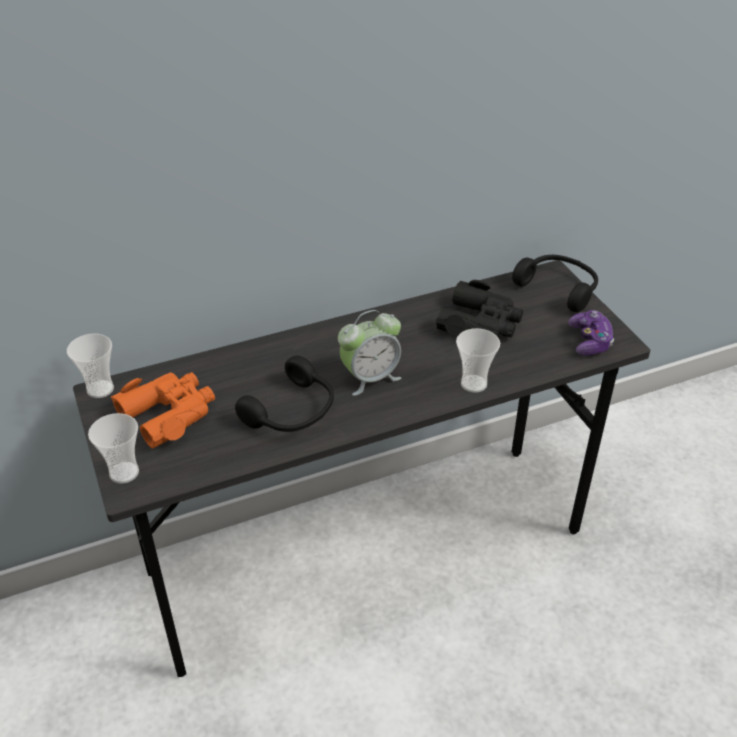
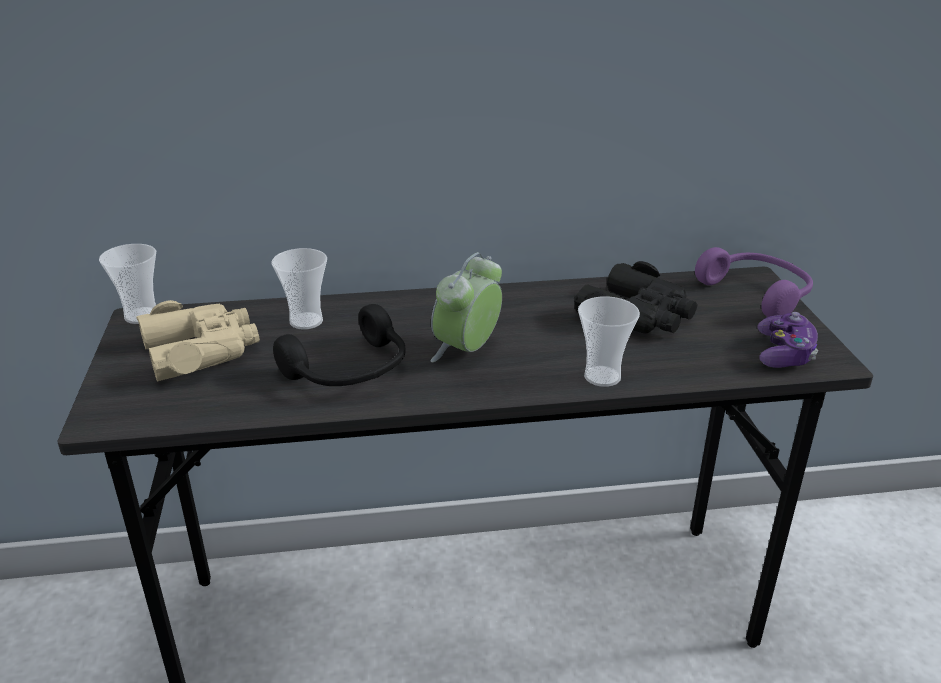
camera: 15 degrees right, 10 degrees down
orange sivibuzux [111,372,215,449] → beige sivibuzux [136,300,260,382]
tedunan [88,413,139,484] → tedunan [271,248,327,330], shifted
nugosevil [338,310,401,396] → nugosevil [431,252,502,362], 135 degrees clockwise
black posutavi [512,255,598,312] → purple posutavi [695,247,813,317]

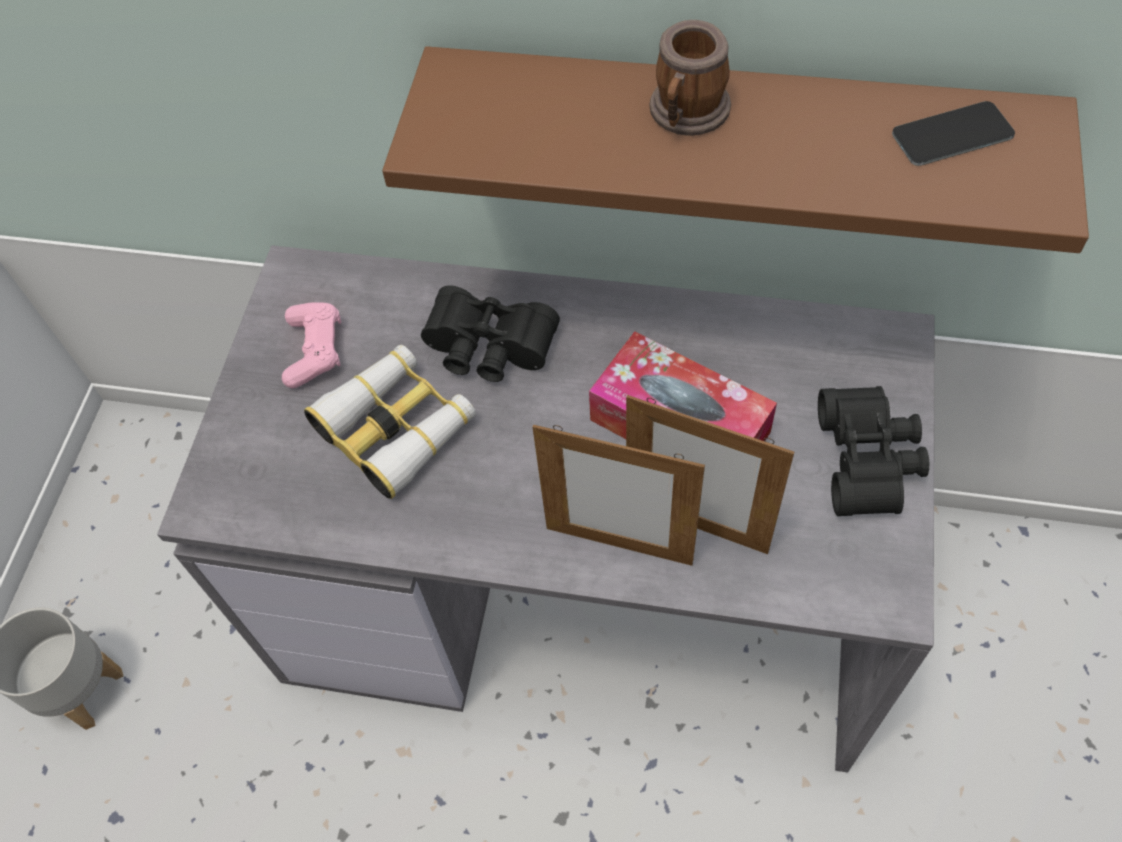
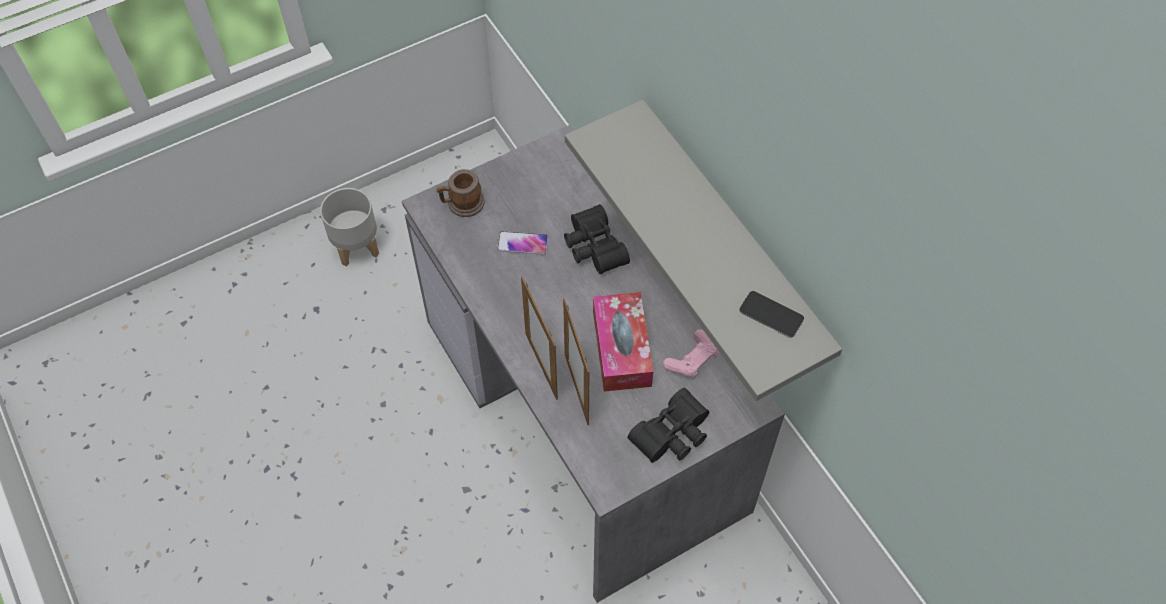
camera: 45 degrees right, 0 degrees up
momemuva [650,20,731,136] → momemuva [436,169,485,217], shifted
sivibuzux [304,345,476,499] → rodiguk [497,231,548,255]
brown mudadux [382,46,1089,253] → grey mudadux [565,99,842,401]
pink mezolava [282,302,341,388] → pink mezolava [663,329,719,379], shifted

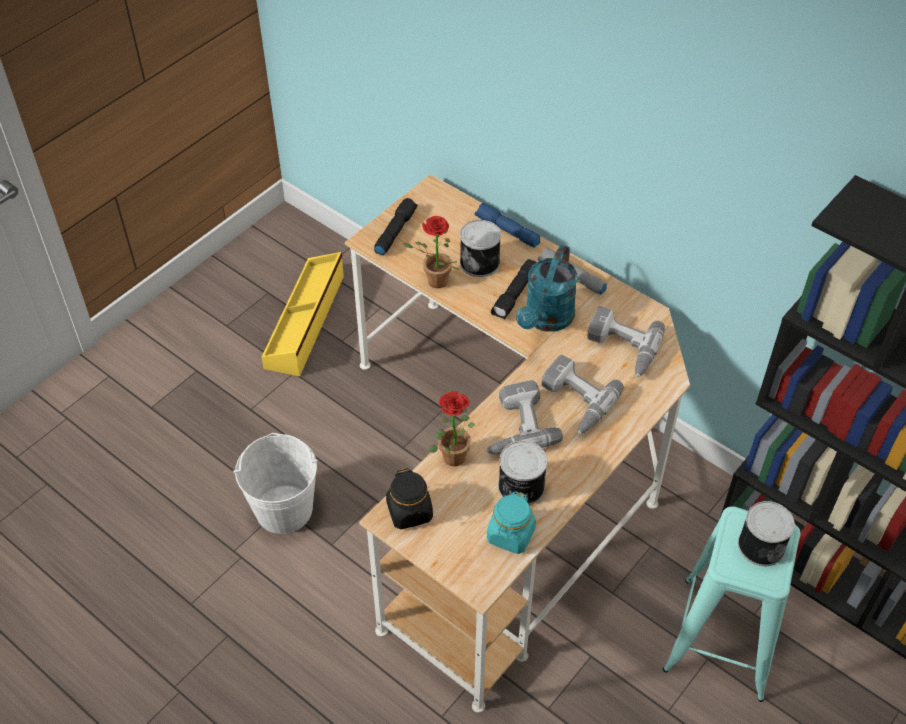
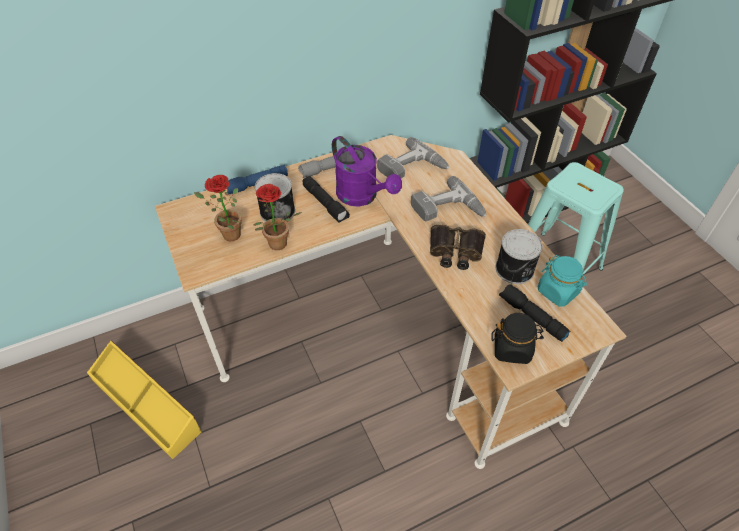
camera: 65 degrees left, 0 degrees up
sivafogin [429,390,475,466] → sivafogin [194,175,242,241], shifted
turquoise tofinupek [516,245,577,332] → purple tofinupek [332,136,402,207]
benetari [486,380,563,454] → sivibuzux [430,225,486,270]
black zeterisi [374,198,417,255] → black zeterisi [499,284,570,342], shifted
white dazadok [233,433,317,534] → -
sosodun [738,501,795,566] → -

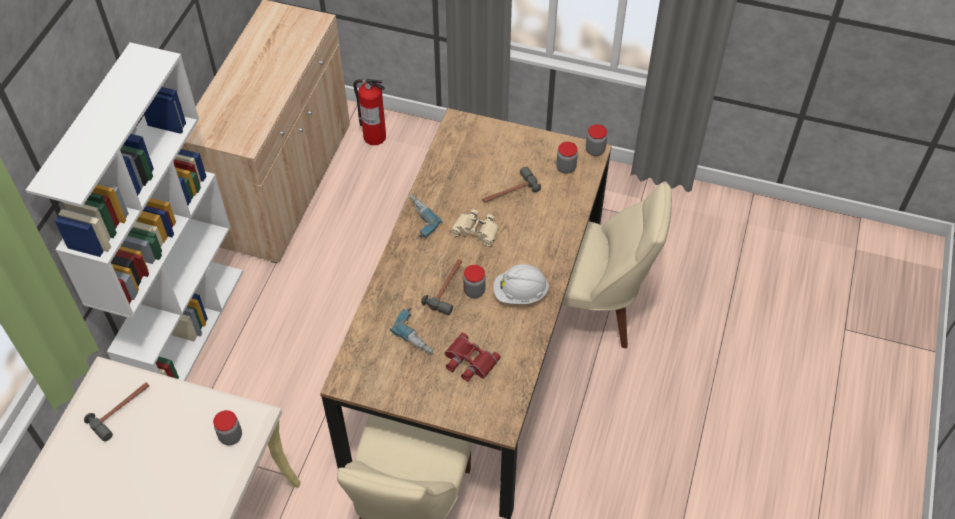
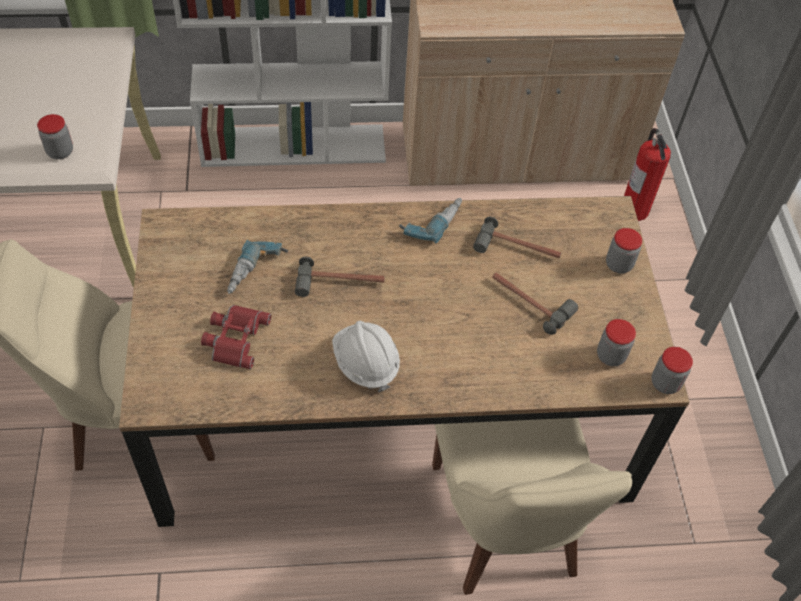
camera: 65 degrees right, 0 degrees up
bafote [84,382,149,442] → bafote [473,217,561,258], shifted
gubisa [463,265,486,298] → gubisa [606,228,642,274], shifted
beige sivibuzux [450,209,499,247] → -

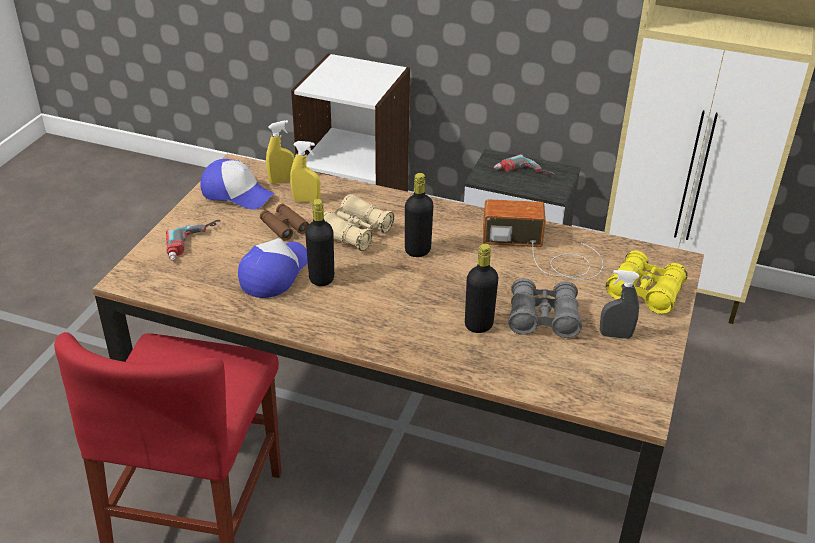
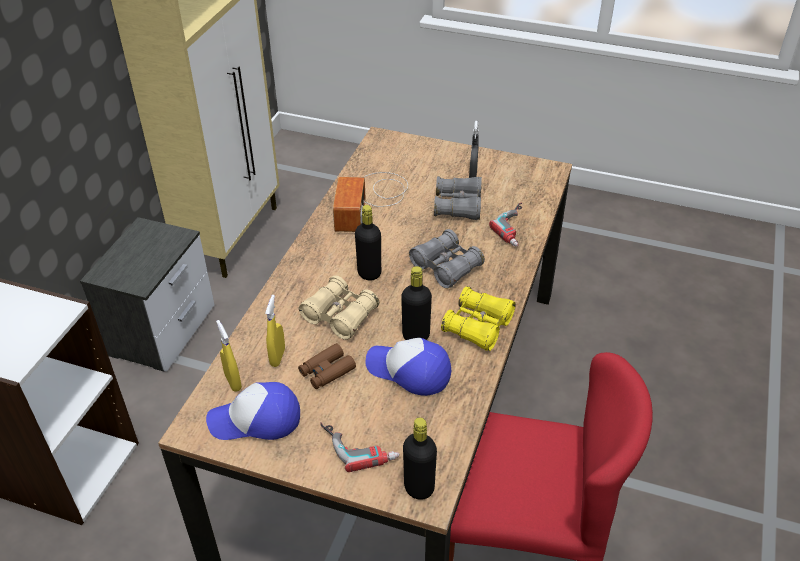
camera: 90 degrees left, 5 degrees up
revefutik [200,159,274,210] → revefutik [206,382,300,440], 120 degrees counterclockwise
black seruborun [465,244,499,333] → black seruborun [403,418,437,500], shifted
- → grey sivibuzux [409,229,485,288]
yellow sivibuzux [606,250,688,314] → yellow sivibuzux [441,286,516,351], shifted
benetari [494,154,554,175] → benetari [489,203,522,247], shifted

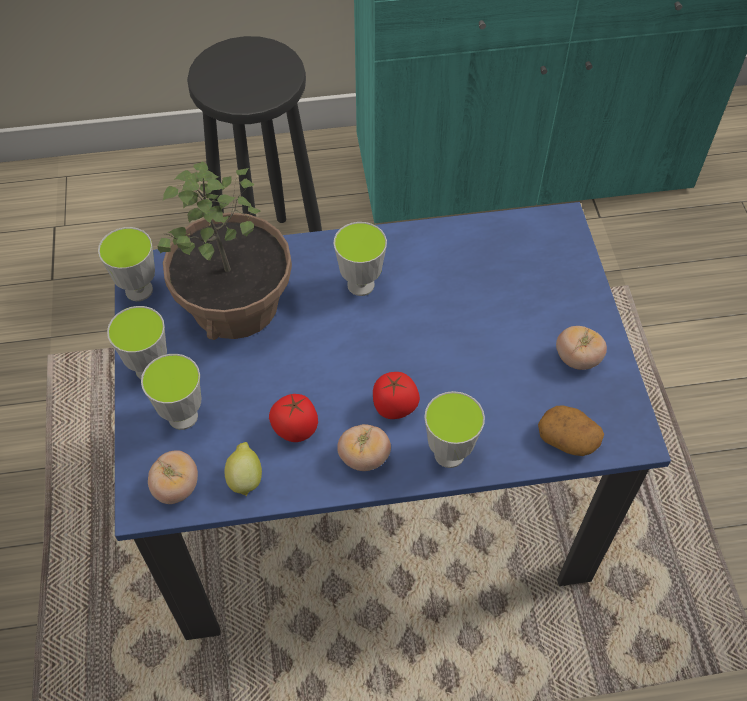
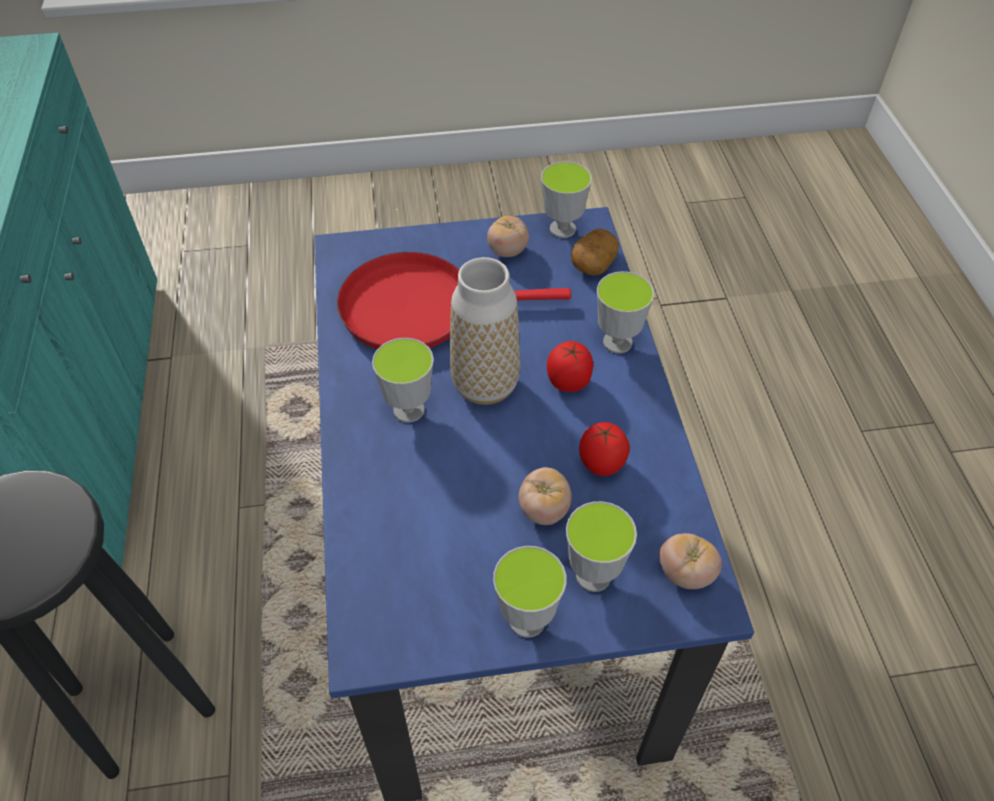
camera: 90 degrees left, 5 degrees down
- → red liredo [337,252,571,349]
- → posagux [450,257,520,405]
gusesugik [337,424,391,471] → gusesugik [519,467,571,525], shifted
tedunan [98,227,155,301] → tedunan [541,161,592,238], shifted
sivafogin [158,162,292,340] → -
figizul [224,442,262,496] → -

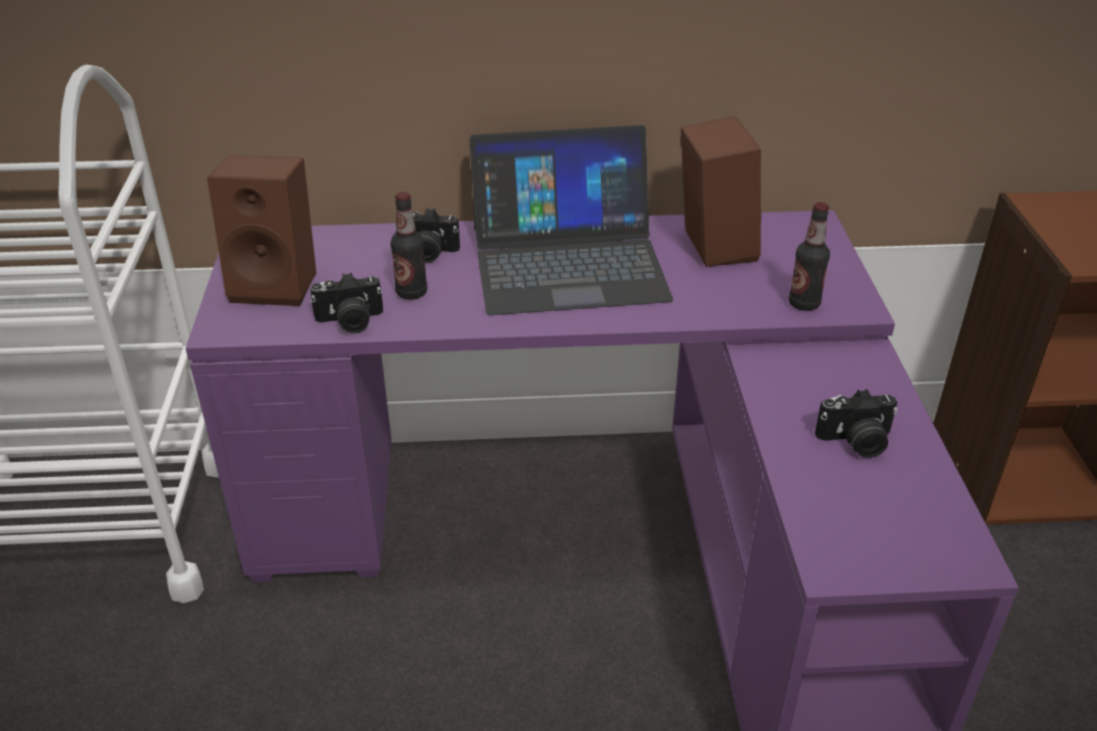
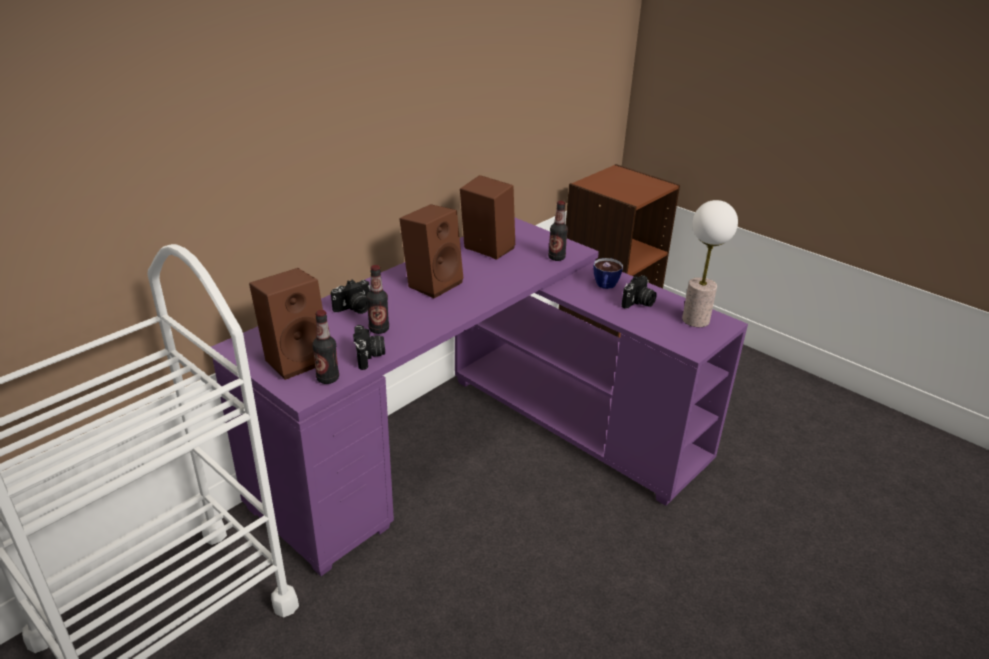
camera: 45 degrees left, 5 degrees down
- → seruborun [312,310,339,384]
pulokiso [310,272,383,333] → pulokiso [353,325,385,370], 45 degrees counterclockwise
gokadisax [469,125,673,315] → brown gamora [400,204,463,298]
- → tedunan [593,258,623,289]
- → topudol [682,200,738,327]

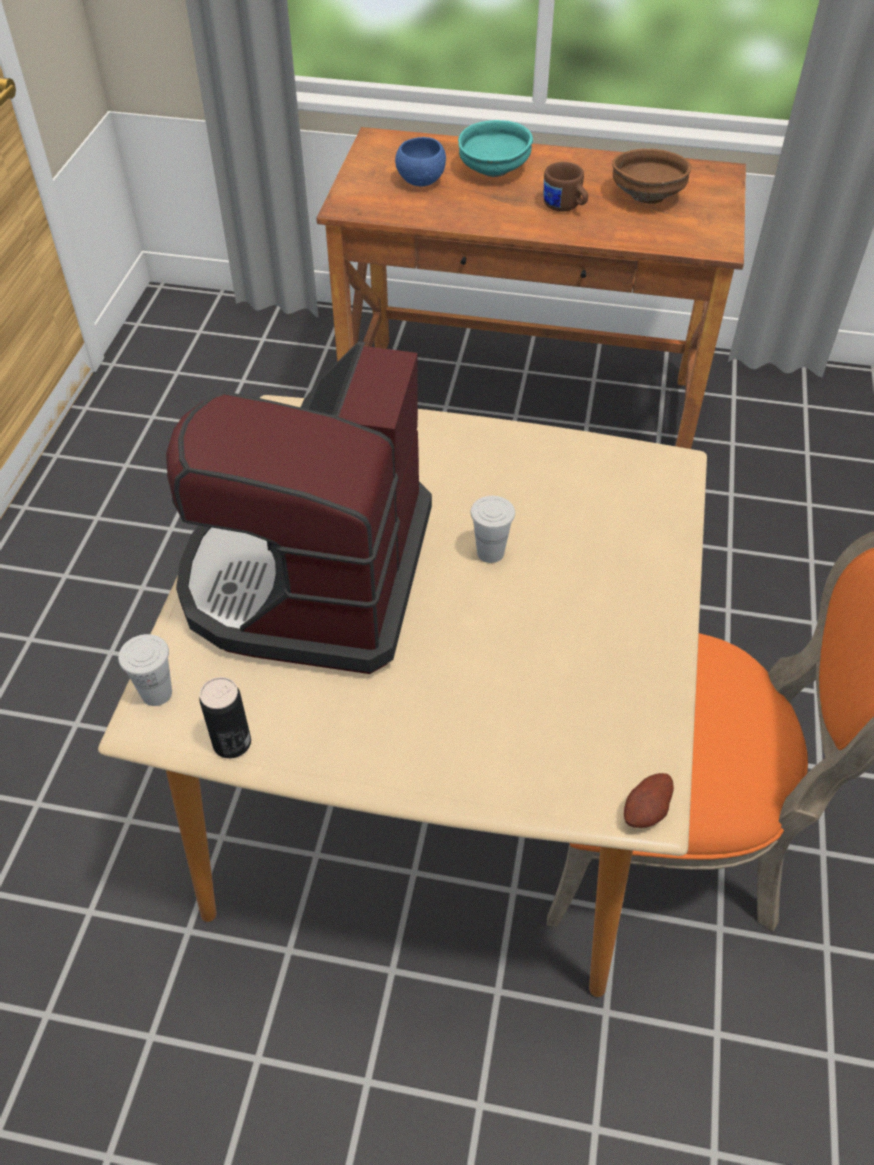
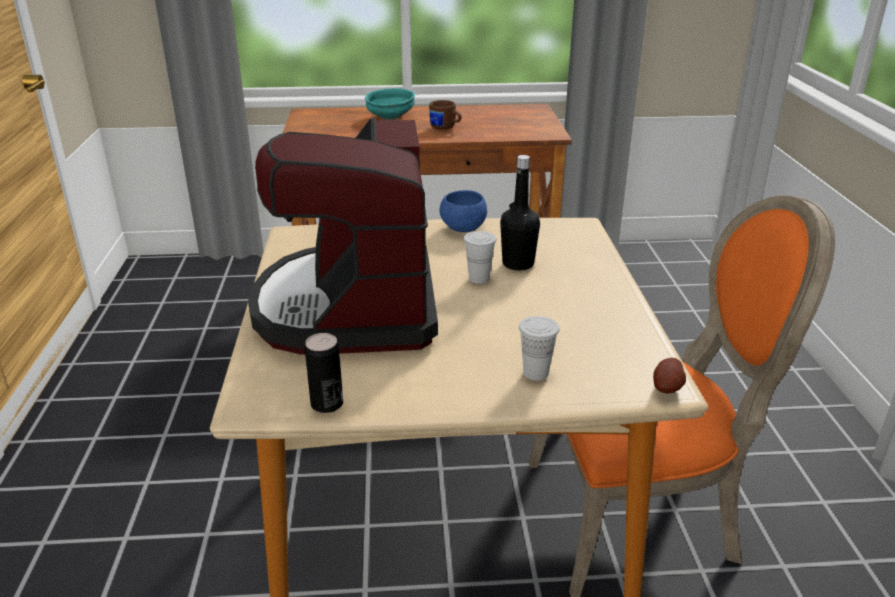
camera: 15 degrees left, 20 degrees down
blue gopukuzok [395,137,446,186] → blue gopukuzok [440,190,487,232], shifted
- → black seruborun [500,155,540,271]
white tedunan [118,634,172,706] → white tedunan [519,316,560,381], shifted
brown gopukuzok [612,149,691,204] → -

